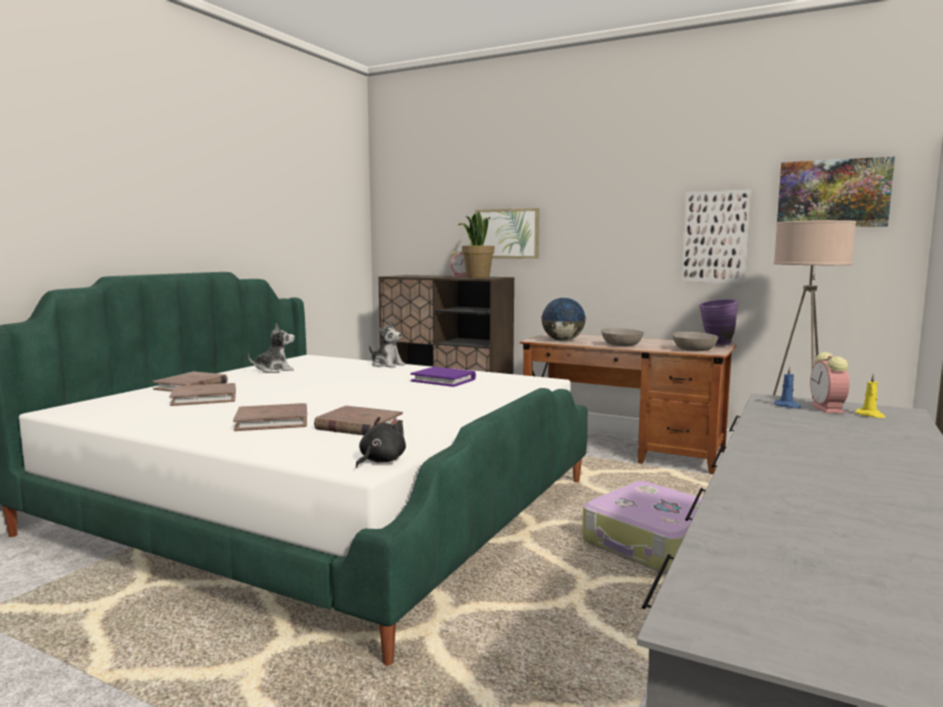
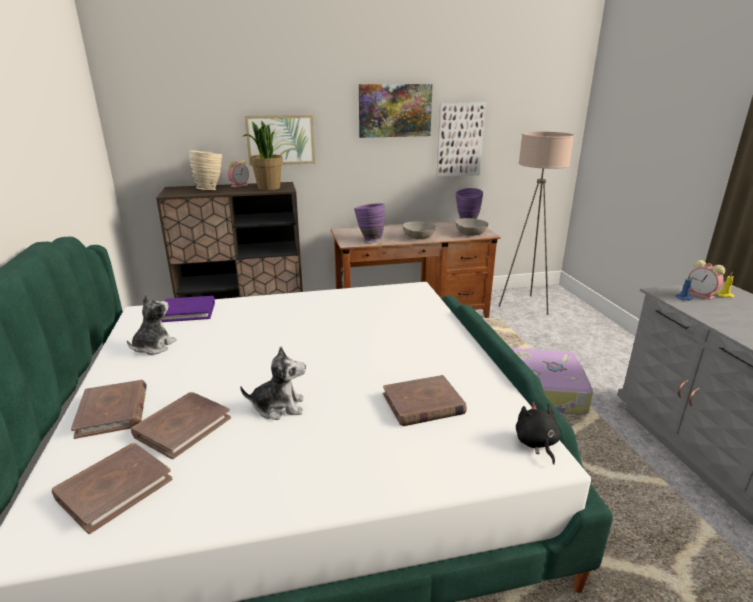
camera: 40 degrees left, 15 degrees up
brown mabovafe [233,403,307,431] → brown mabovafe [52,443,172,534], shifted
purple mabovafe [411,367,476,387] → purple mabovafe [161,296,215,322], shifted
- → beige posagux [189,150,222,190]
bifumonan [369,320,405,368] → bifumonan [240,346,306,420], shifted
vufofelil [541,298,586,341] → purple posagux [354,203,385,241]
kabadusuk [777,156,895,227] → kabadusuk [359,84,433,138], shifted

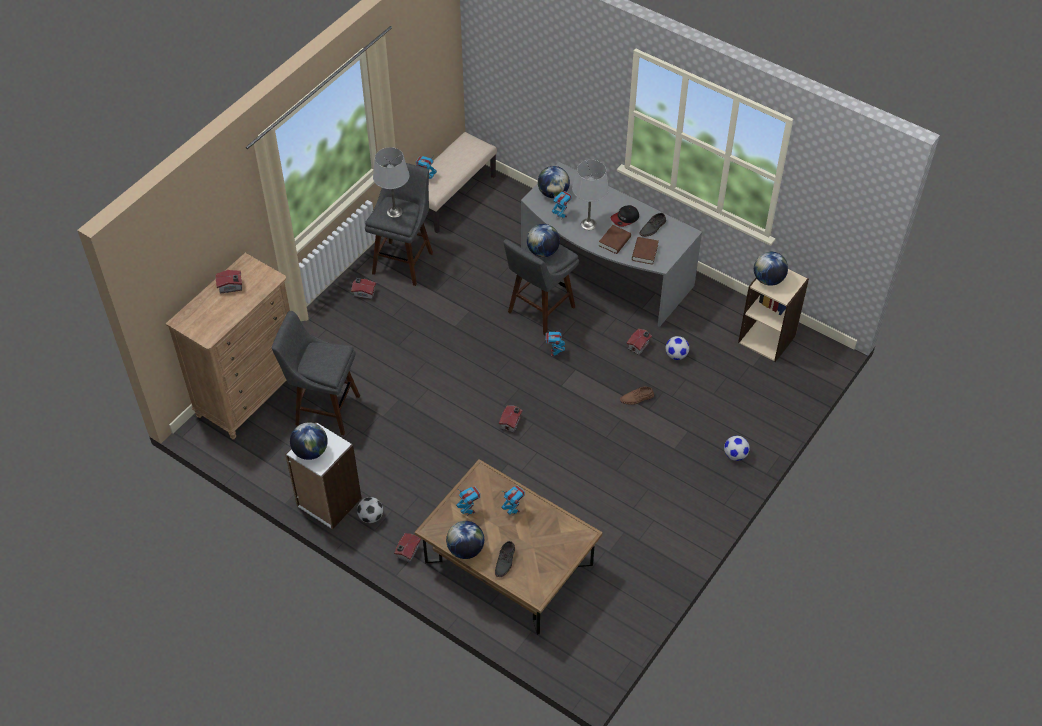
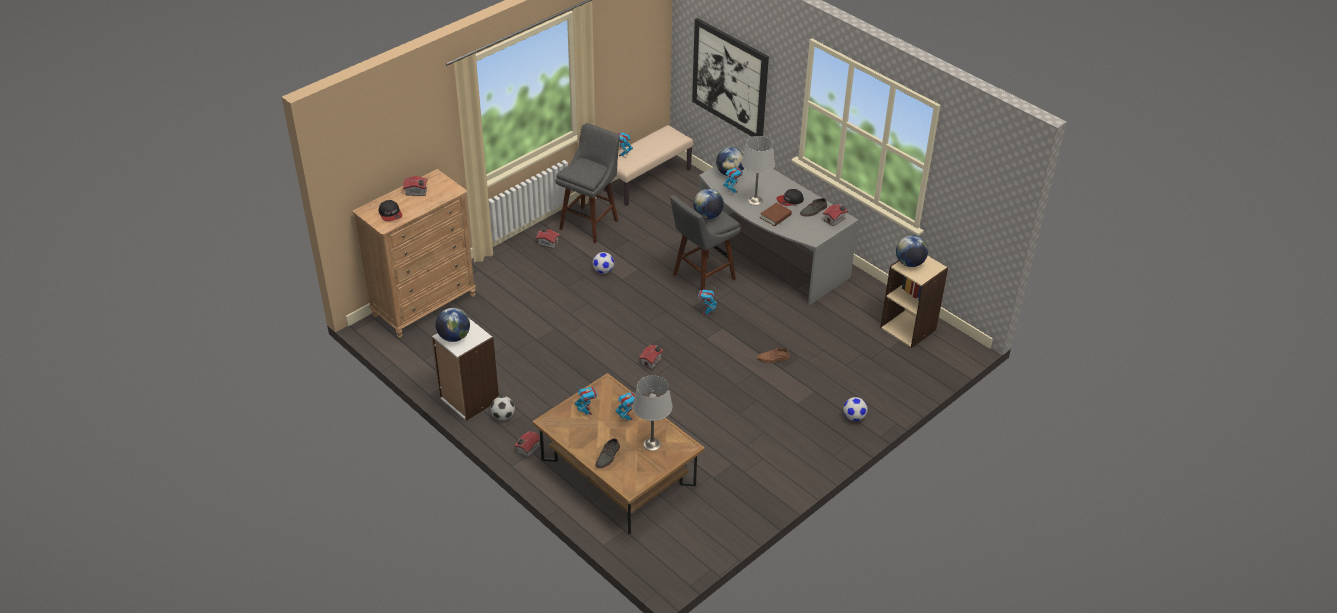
camera: 10 degrees right, 10 degrees down
- → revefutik [379,200,402,221]
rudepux [666,336,689,360] → rudepux [593,252,614,274], shifted
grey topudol [373,147,409,218] → grey topudol [633,375,672,451], shifted
- → kabadusuk [692,18,769,137]
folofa [627,329,652,355] → folofa [823,204,848,226], shifted
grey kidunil [272,311,360,435] → -
vufofelil [446,521,484,559] → -
brown mabovafe [632,237,659,265] → -

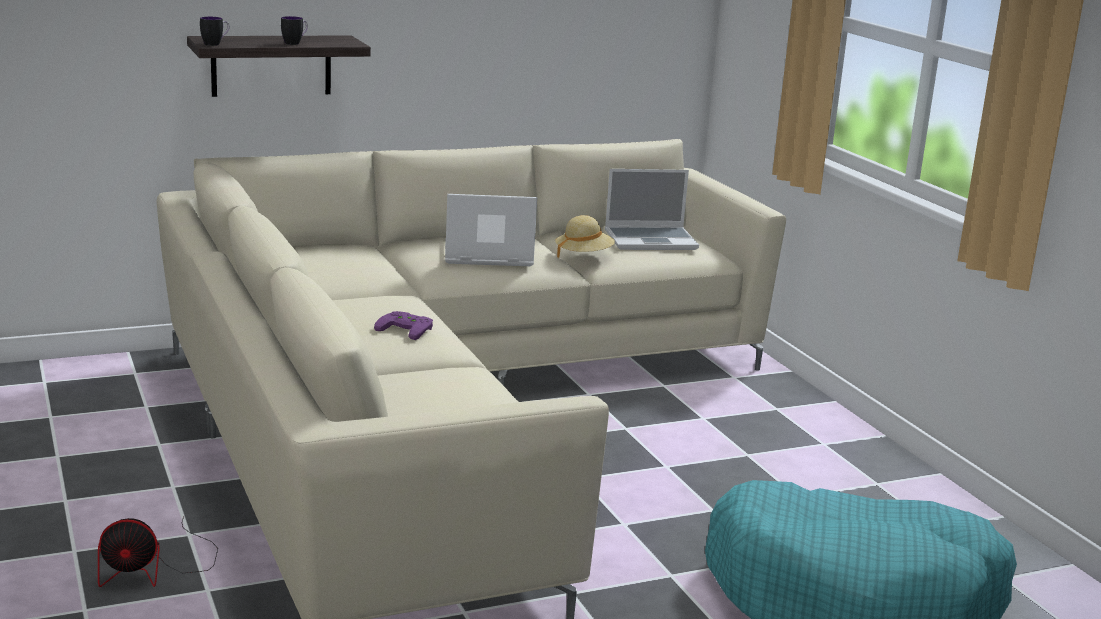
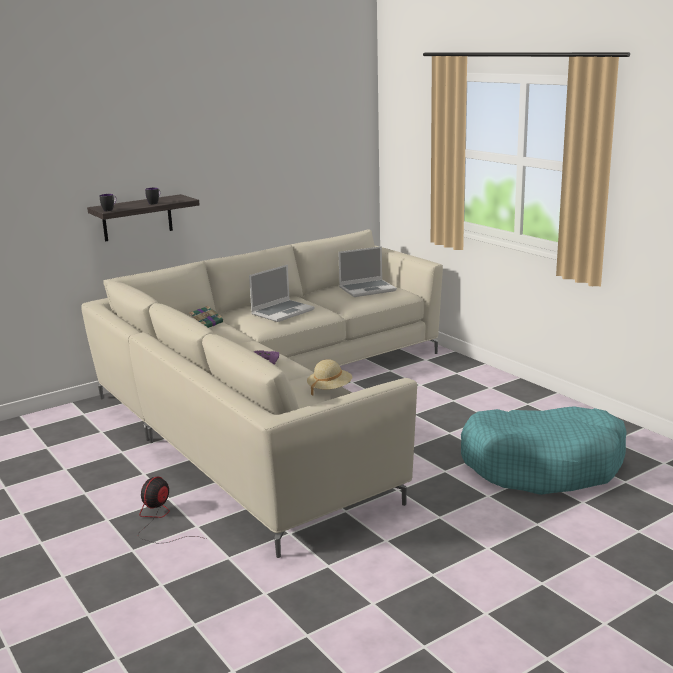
camera: 10 degrees left, 0 degrees up
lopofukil [98,516,218,587] → lopofukil [138,476,206,543], 135 degrees clockwise
- → mabovafe [189,306,223,328]
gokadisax [445,194,537,266] → gokadisax [249,265,315,322], 150 degrees clockwise
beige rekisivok [555,215,615,259] → beige rekisivok [307,359,352,396], shifted

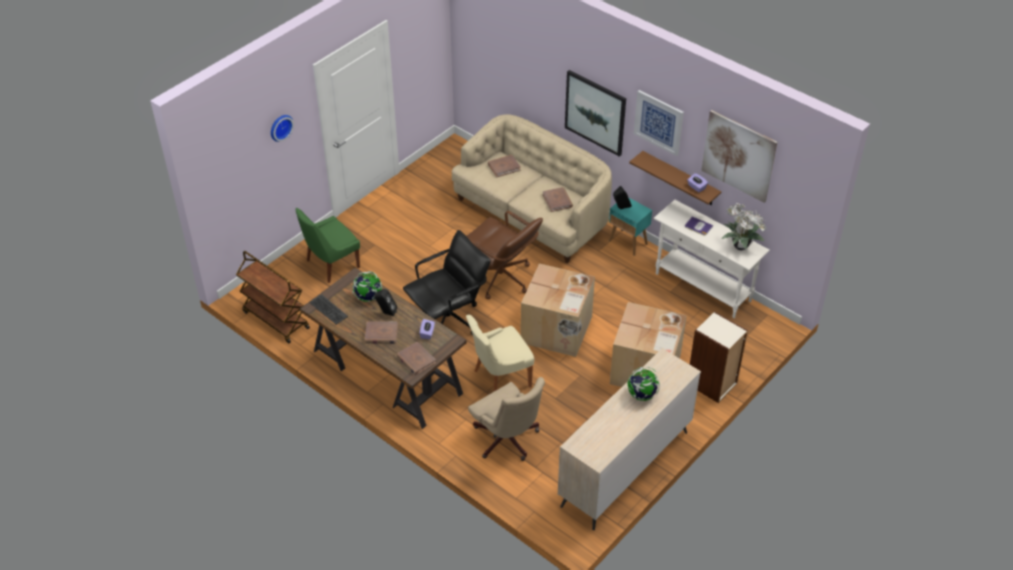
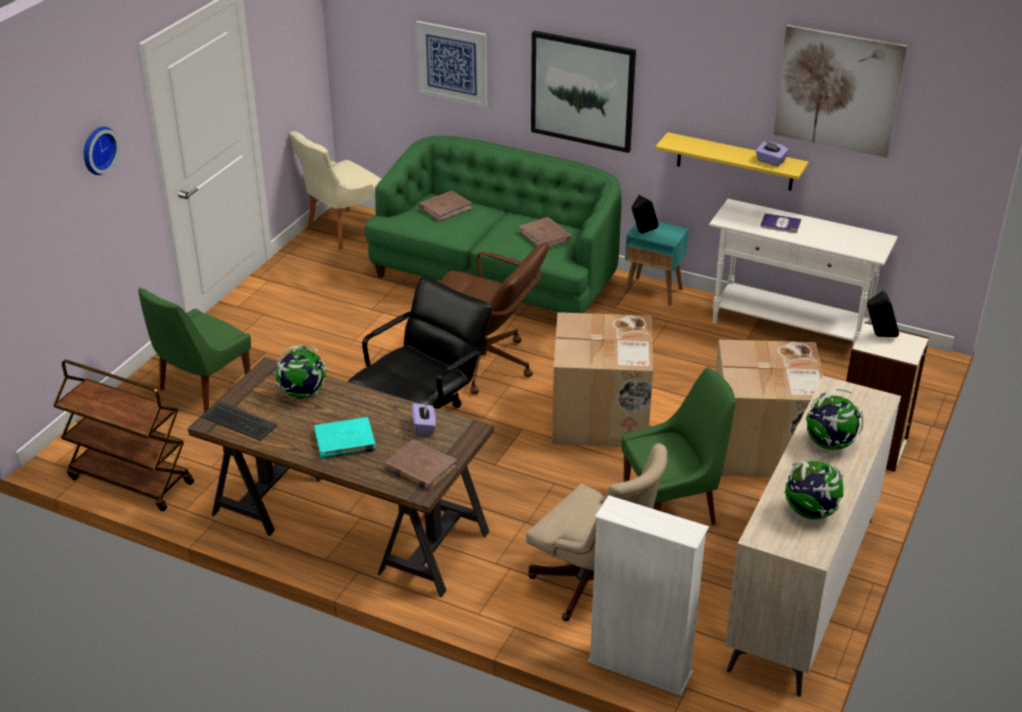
camera: 15 degrees left, 10 degrees down
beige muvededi [466,315,534,392] → beige muvededi [289,131,382,250], shifted
brown mabovafe [365,321,398,344] → turquoise mabovafe [314,417,376,459]
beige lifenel [452,114,612,263] → green lifenel [365,136,622,313]
kabadusuk [634,90,684,156] → kabadusuk [416,21,487,108], shifted
- → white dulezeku [588,495,709,696]
- → green muvededi [622,367,735,525]
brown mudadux [629,151,721,205] → yellow mudadux [655,132,809,191]
- → vufofelil [783,453,844,519]
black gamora [374,289,397,316] → black gamora [867,291,899,337], shifted
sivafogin [721,203,767,250] → -

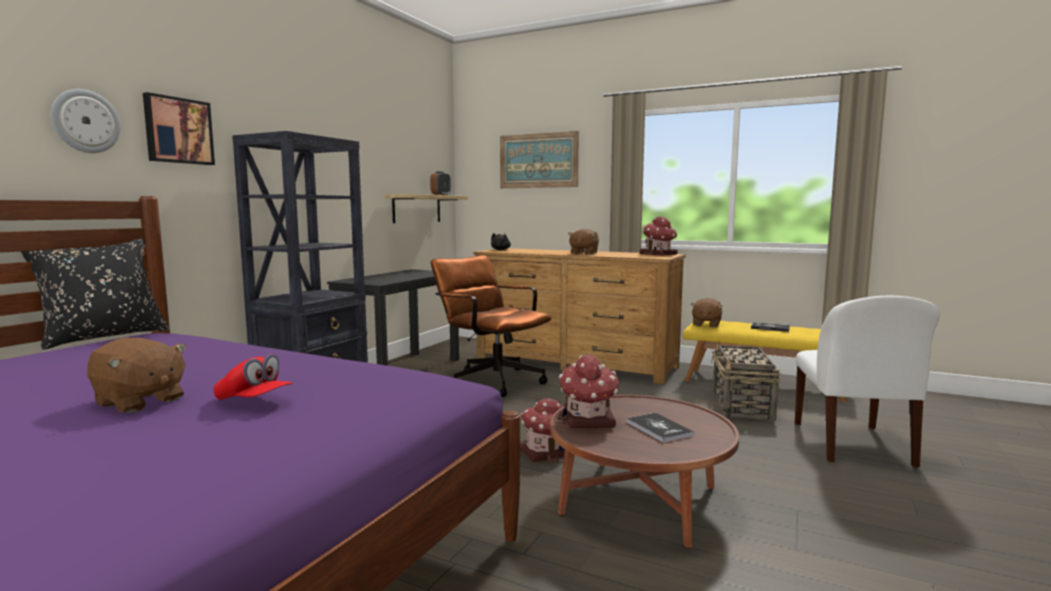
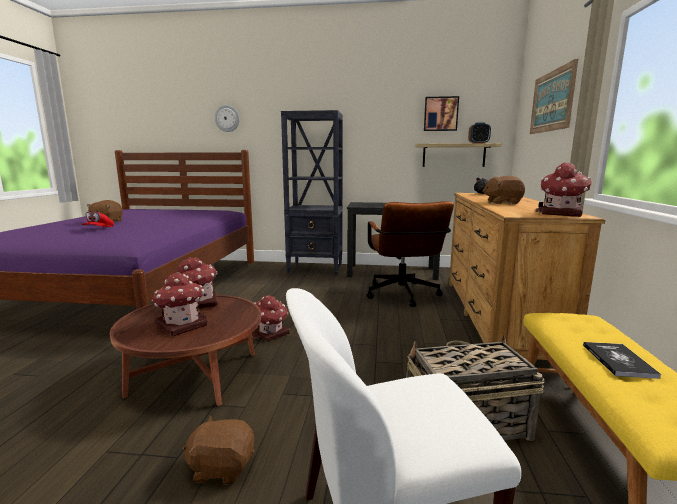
camera: 70 degrees right, 5 degrees up
mabovafe [626,413,694,443] → folofa [152,272,208,336]
brown bifumonan [690,298,723,328] → brown bifumonan [183,416,254,485], shifted
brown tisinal [431,255,551,397] → brown tisinal [367,201,454,307], 150 degrees clockwise
kabadusuk [143,92,215,165] → kabadusuk [424,96,459,131], shifted
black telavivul [21,239,169,350] → -

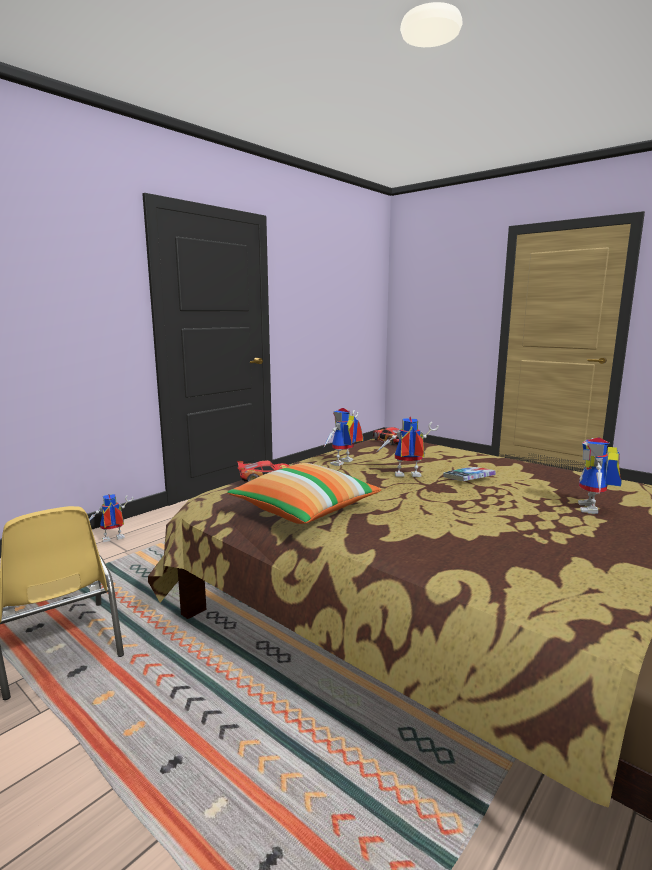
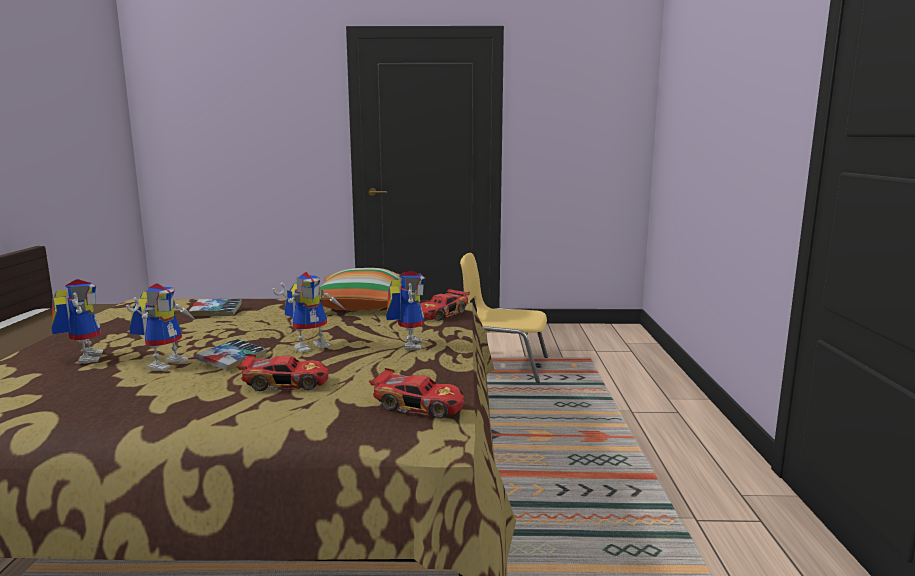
camera: 140 degrees right, 0 degrees up
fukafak [89,494,134,542] → fukafak [126,283,197,371], shifted
- → mabovafe [189,299,242,316]
- → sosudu [237,354,329,391]

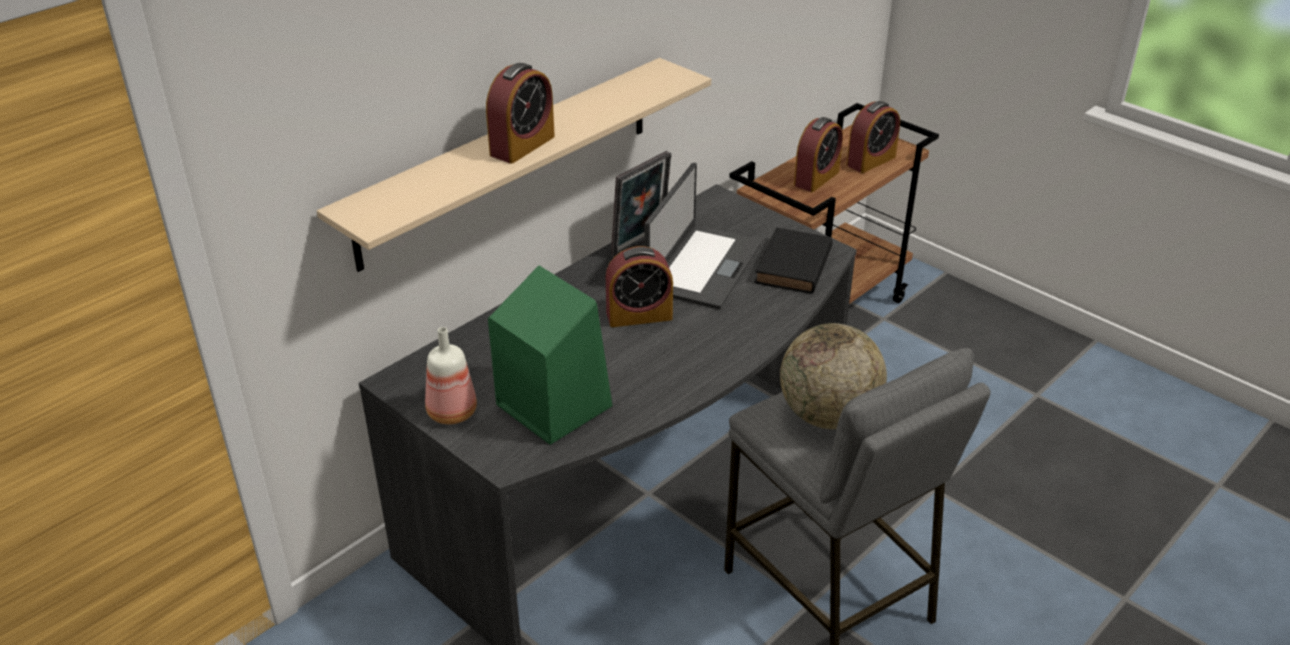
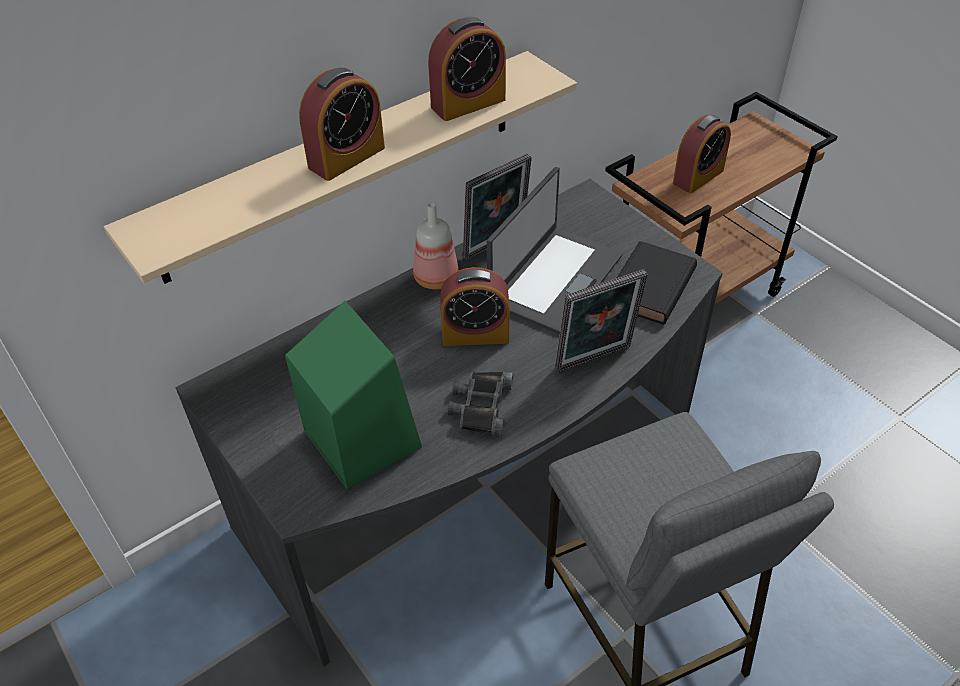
camera: 10 degrees right, 10 degrees up
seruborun [425,327,477,424] → seruborun [413,202,459,289], shifted
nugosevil [847,101,900,173] → nugosevil [428,17,506,121], shifted
- → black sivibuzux [448,372,513,437]
- → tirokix [555,269,648,372]
vufofelil [780,323,887,429] → -

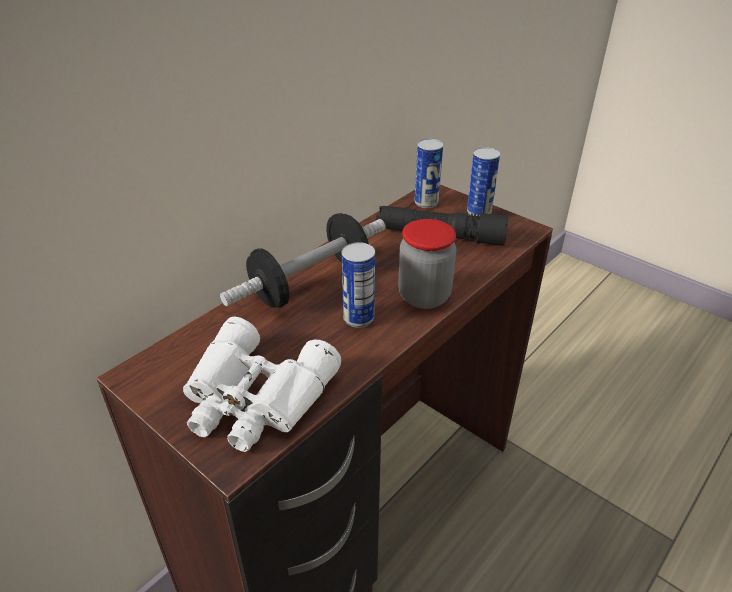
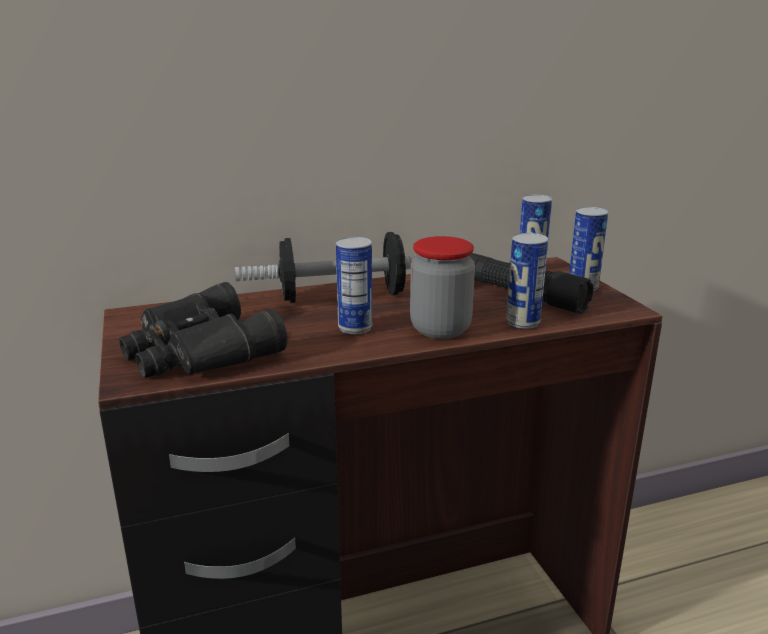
camera: 30 degrees right, 15 degrees down
white sivibuzux [183,316,341,452] → black sivibuzux [119,282,288,378]
- → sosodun [506,233,548,329]

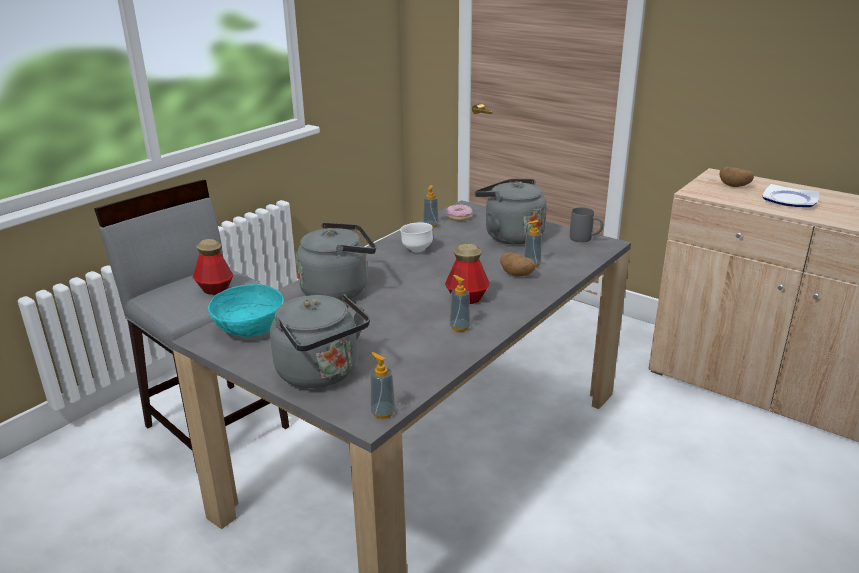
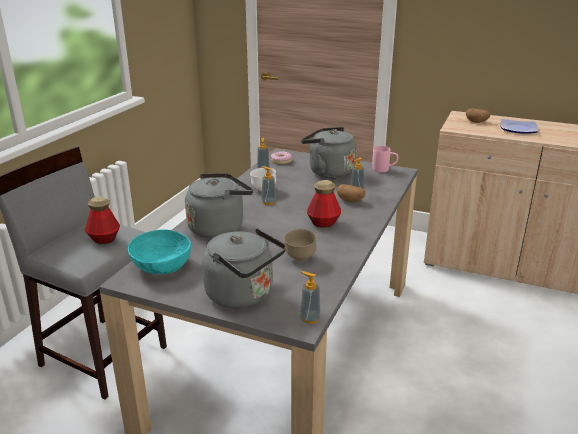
camera: 15 degrees left, 0 degrees up
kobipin [450,275,471,332] → kobipin [262,166,276,205], shifted
- → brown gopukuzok [284,229,317,261]
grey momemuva [570,207,603,242] → pink momemuva [372,146,398,172]

